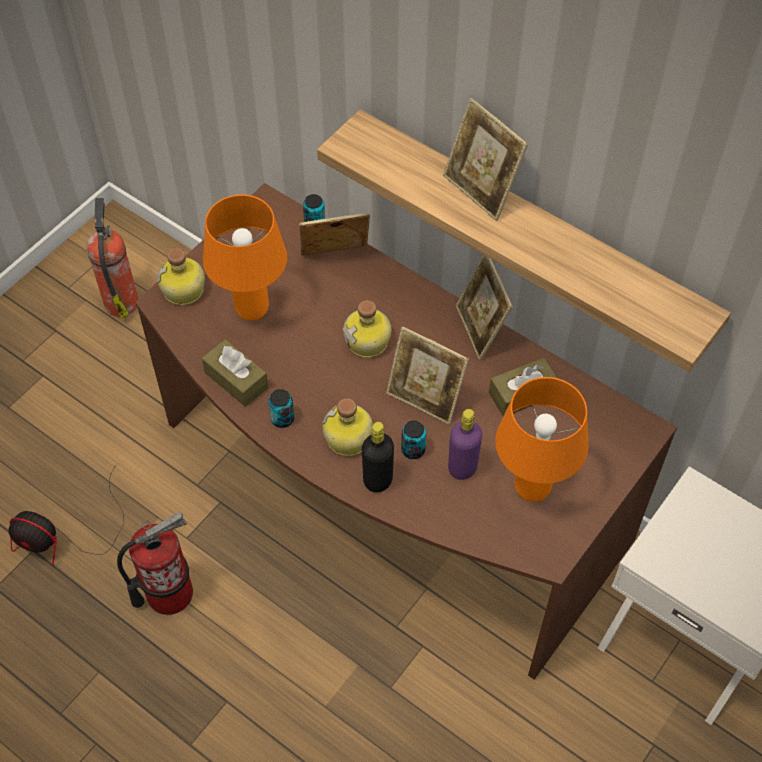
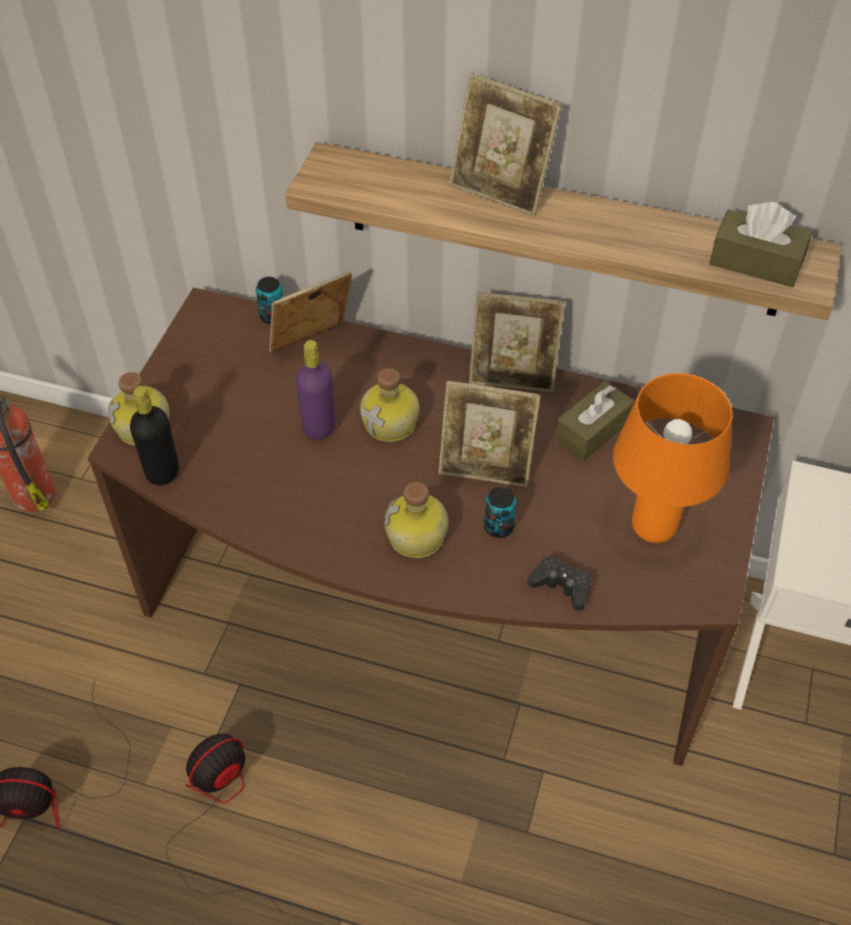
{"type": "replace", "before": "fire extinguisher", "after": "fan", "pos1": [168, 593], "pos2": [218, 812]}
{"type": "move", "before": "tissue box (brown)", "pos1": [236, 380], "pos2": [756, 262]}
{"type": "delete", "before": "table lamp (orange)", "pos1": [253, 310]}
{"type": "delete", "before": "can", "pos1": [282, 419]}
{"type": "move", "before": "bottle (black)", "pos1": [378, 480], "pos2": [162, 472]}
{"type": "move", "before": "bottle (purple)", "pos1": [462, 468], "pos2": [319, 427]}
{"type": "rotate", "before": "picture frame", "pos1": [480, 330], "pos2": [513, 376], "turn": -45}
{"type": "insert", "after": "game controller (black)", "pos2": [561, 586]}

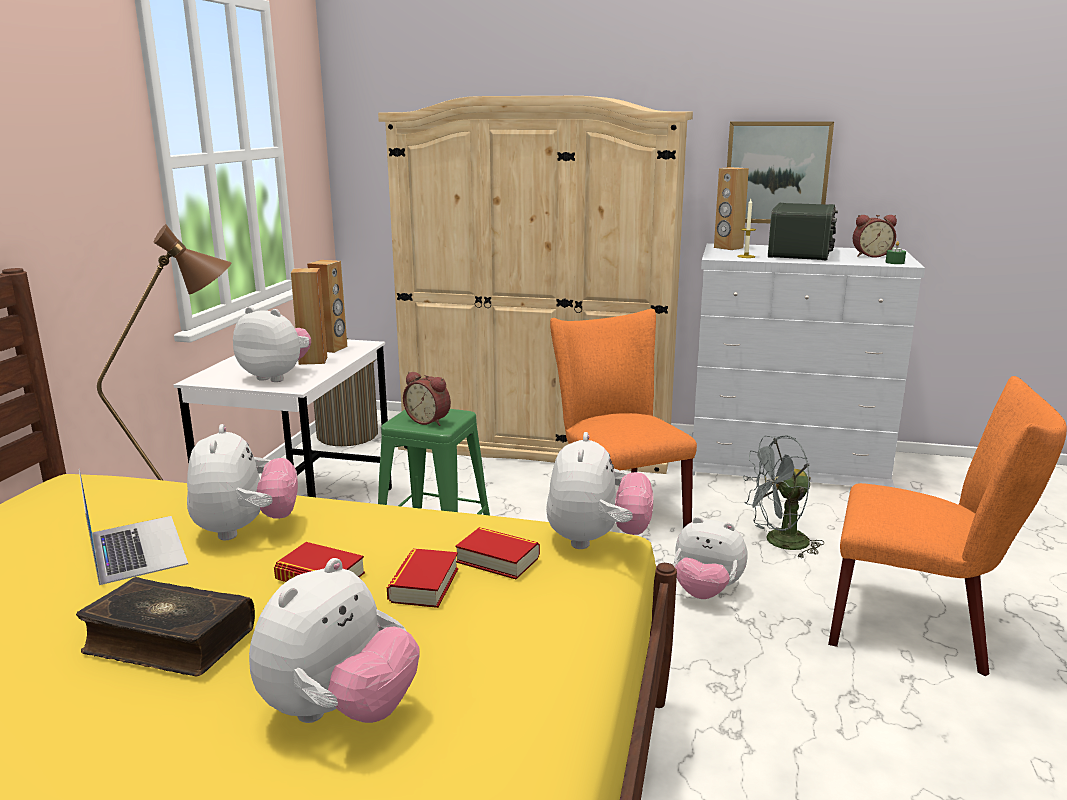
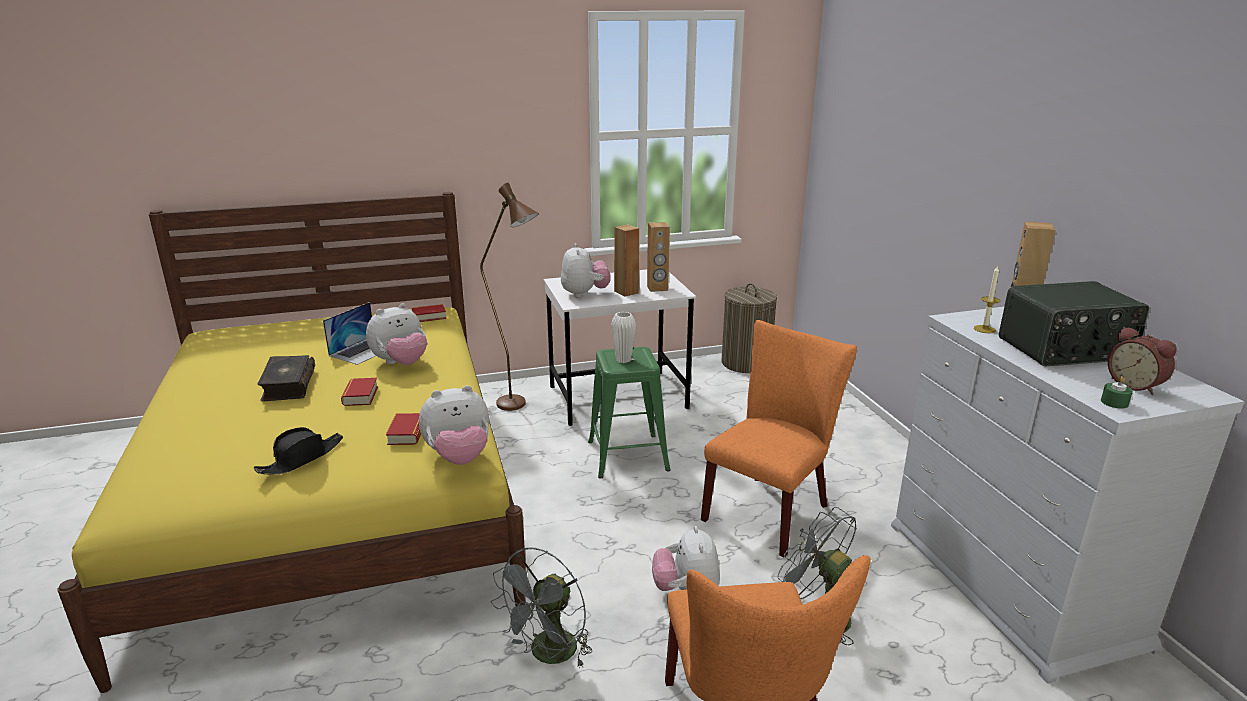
{"type": "delete", "before": "plush toy", "pos1": [339, 712]}
{"type": "delete", "before": "wardrobe (beige)", "pos1": [539, 442]}
{"type": "move", "before": "book", "pos1": [424, 585], "pos2": [429, 316]}
{"type": "replace", "before": "alarm clock", "after": "vase (white)", "pos1": [429, 420], "pos2": [623, 360]}
{"type": "delete", "before": "picture", "pos1": [776, 172]}
{"type": "insert", "after": "hat (black)", "pos2": [301, 458]}
{"type": "insert", "after": "fan (grey)", "pos2": [548, 655]}

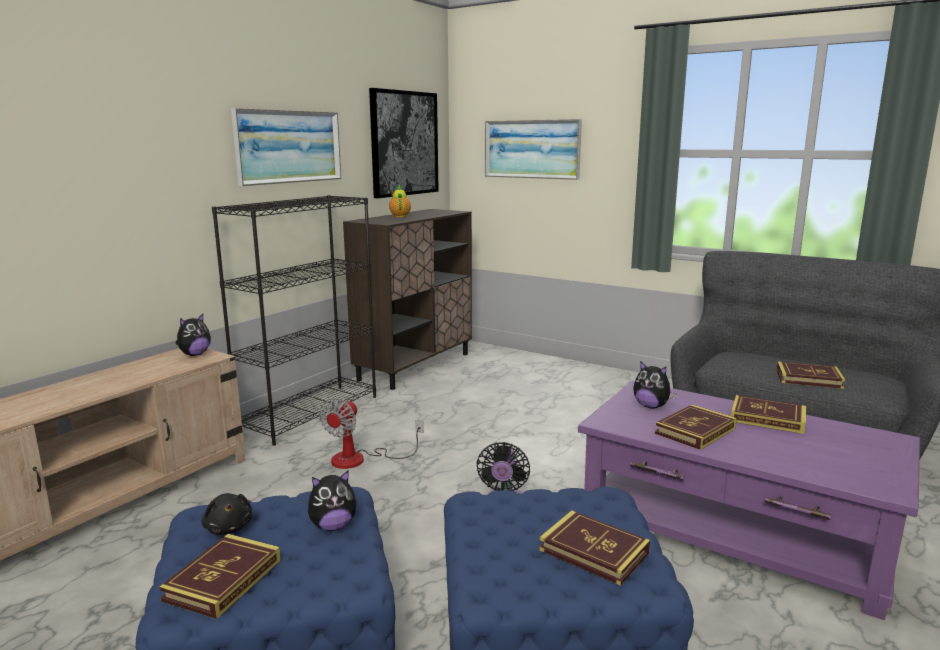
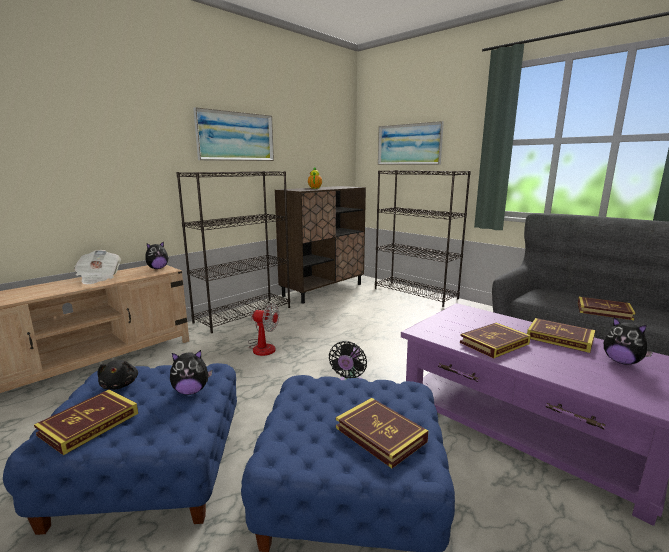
{"type": "rotate", "before": "fan", "pos1": [360, 459], "pos2": [262, 346], "turn": -105}
{"type": "delete", "before": "picture", "pos1": [404, 143]}
{"type": "move", "before": "plush toy", "pos1": [651, 406], "pos2": [622, 362]}
{"type": "insert", "after": "newspaper", "pos2": [98, 278]}
{"type": "insert", "after": "bookcase (black)", "pos2": [415, 294]}

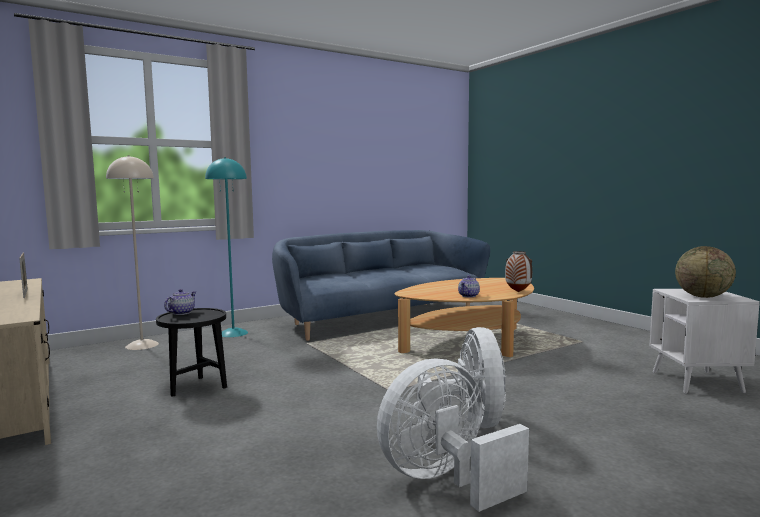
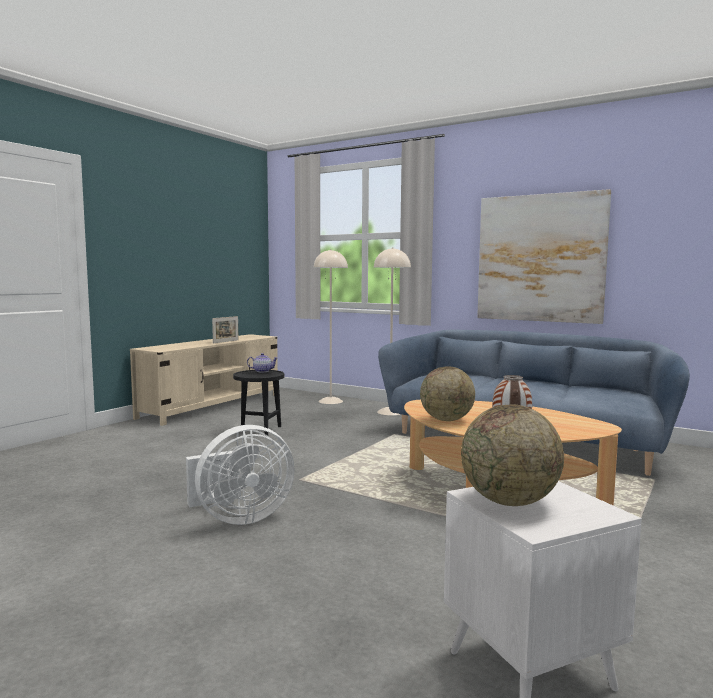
{"type": "recolor", "before": "floor lamp (turquoise)", "after": "floor lamp (beige)", "pos1": [233, 333], "pos2": [390, 412]}
{"type": "delete", "before": "fan (white)", "pos1": [444, 480]}
{"type": "replace", "before": "teapot", "after": "globe", "pos1": [469, 296], "pos2": [446, 420]}
{"type": "insert", "after": "picture", "pos2": [540, 258]}

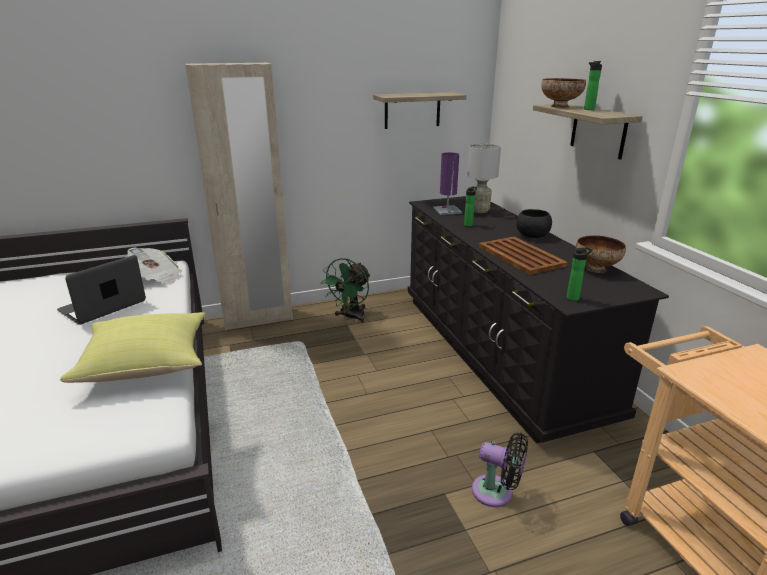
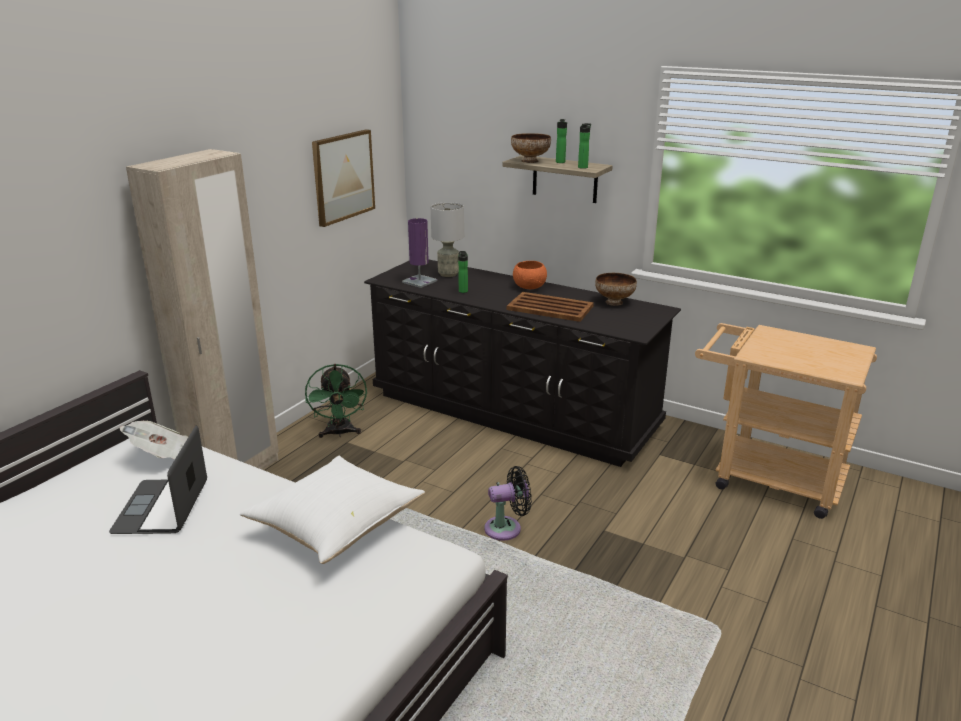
{"type": "recolor", "before": "pillow (yellow)", "after": "pillow (white)", "pos1": [148, 364], "pos2": [336, 526]}
{"type": "replace", "before": "shelf", "after": "picture", "pos1": [412, 110], "pos2": [343, 176]}
{"type": "move", "before": "fan (black)", "pos1": [496, 493], "pos2": [507, 528]}
{"type": "recolor", "before": "bowl (black)", "after": "bowl (orange)", "pos1": [532, 236], "pos2": [529, 287]}
{"type": "move", "before": "bottle", "pos1": [574, 298], "pos2": [583, 167]}

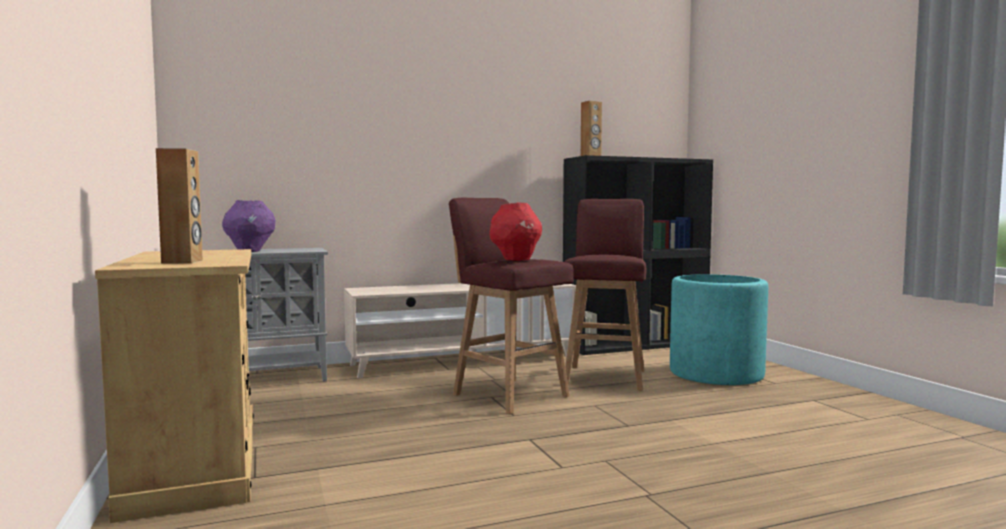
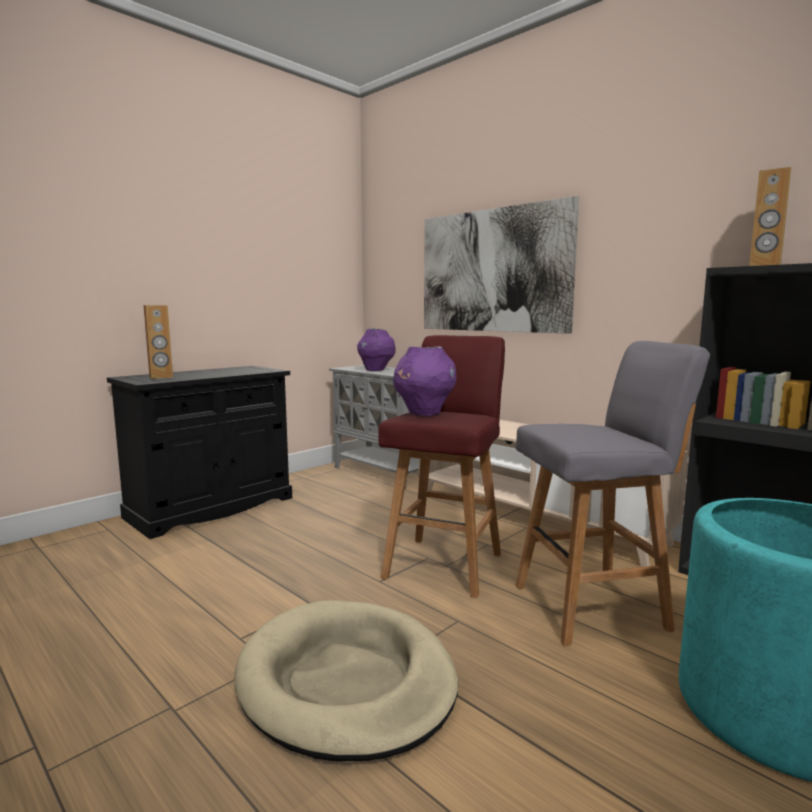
{"type": "recolor", "before": "cabinet (beige)", "after": "cabinet (black)", "pos1": [196, 462], "pos2": [211, 507]}
{"type": "recolor", "before": "vase (red)", "after": "vase (purple)", "pos1": [516, 260], "pos2": [424, 413]}
{"type": "recolor", "before": "stool (red)", "after": "stool (grey)", "pos1": [605, 377], "pos2": [593, 607]}
{"type": "insert", "after": "dog bed (beige)", "pos2": [346, 681]}
{"type": "insert", "after": "picture", "pos2": [493, 271]}

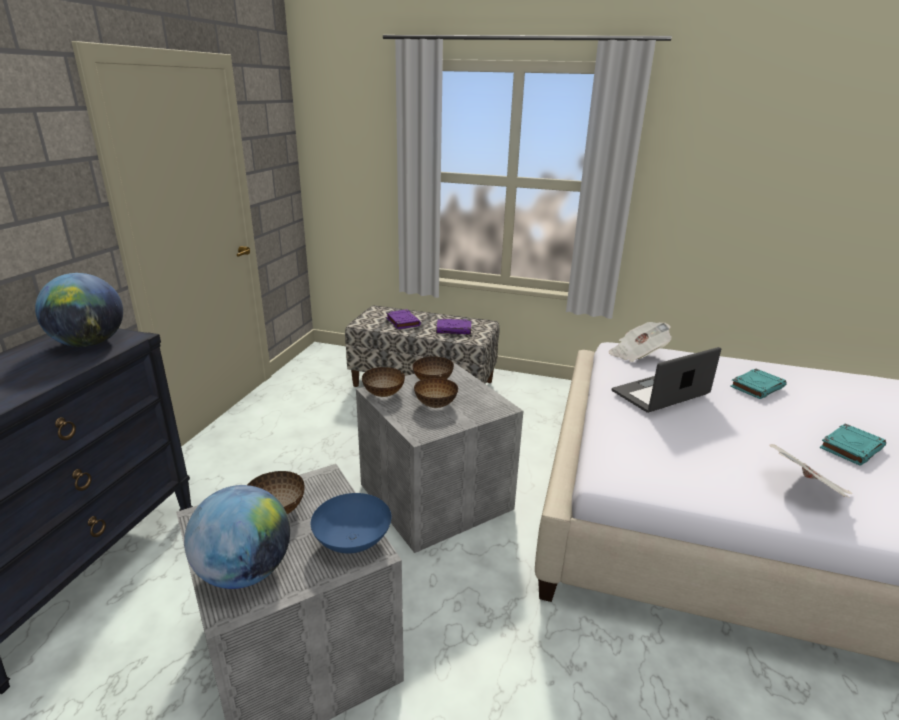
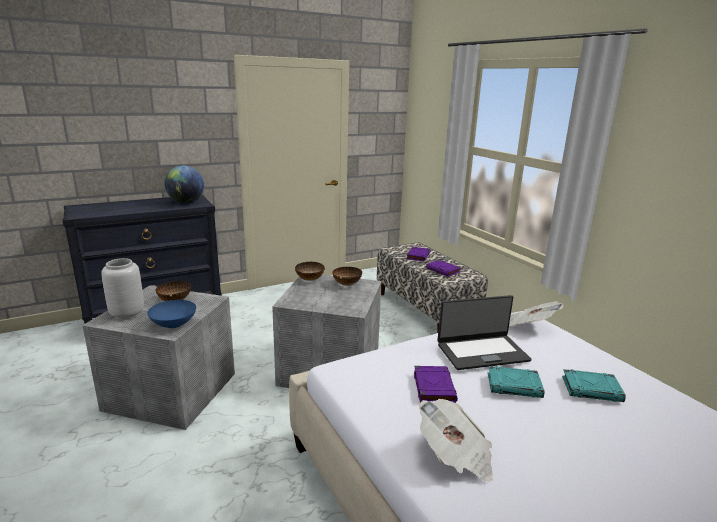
{"type": "replace", "before": "globe", "after": "vase (grey)", "pos1": [245, 572], "pos2": [127, 313]}
{"type": "delete", "before": "bowl", "pos1": [436, 404]}
{"type": "rotate", "before": "laptop", "pos1": [661, 394], "pos2": [482, 352], "turn": 150}
{"type": "move", "before": "book (turquoise)", "pos1": [851, 448], "pos2": [514, 385]}
{"type": "insert", "after": "book (purple)", "pos2": [433, 387]}

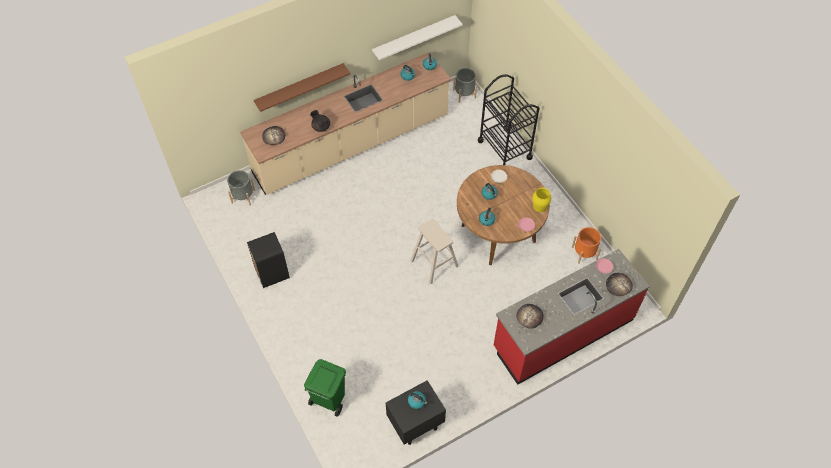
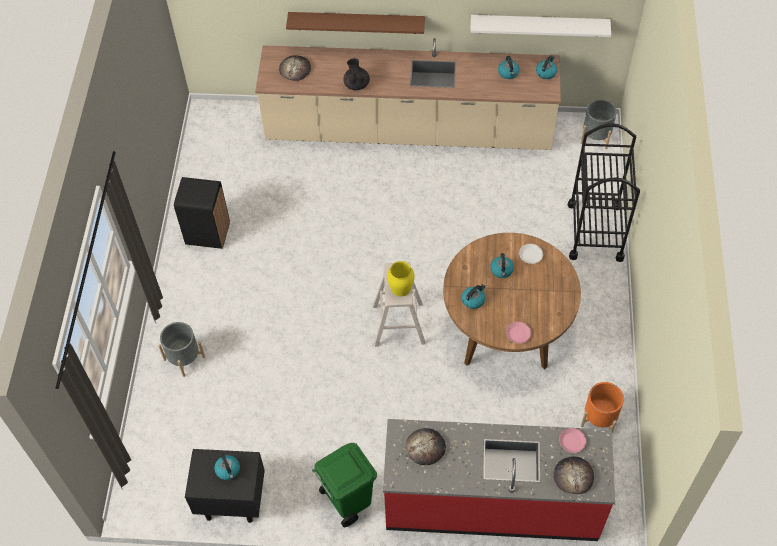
{"type": "move", "before": "planter (grey)", "pos1": [243, 196], "pos2": [184, 358]}
{"type": "move", "before": "trash can (green)", "pos1": [328, 400], "pos2": [347, 500]}
{"type": "move", "before": "vase (yellow)", "pos1": [540, 206], "pos2": [401, 288]}

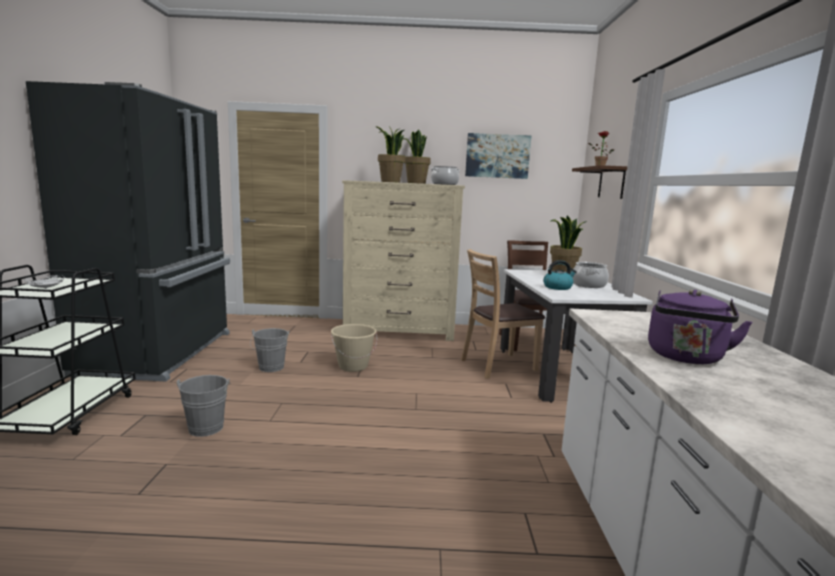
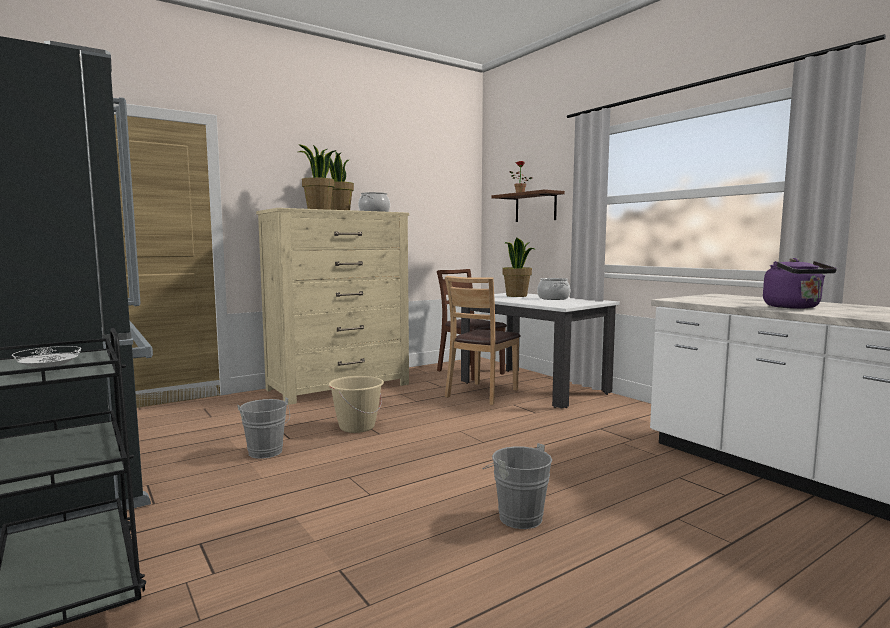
{"type": "move", "before": "bucket (grey)", "pos1": [207, 426], "pos2": [516, 516]}
{"type": "delete", "before": "picture", "pos1": [497, 156]}
{"type": "delete", "before": "kettle", "pos1": [558, 287]}

